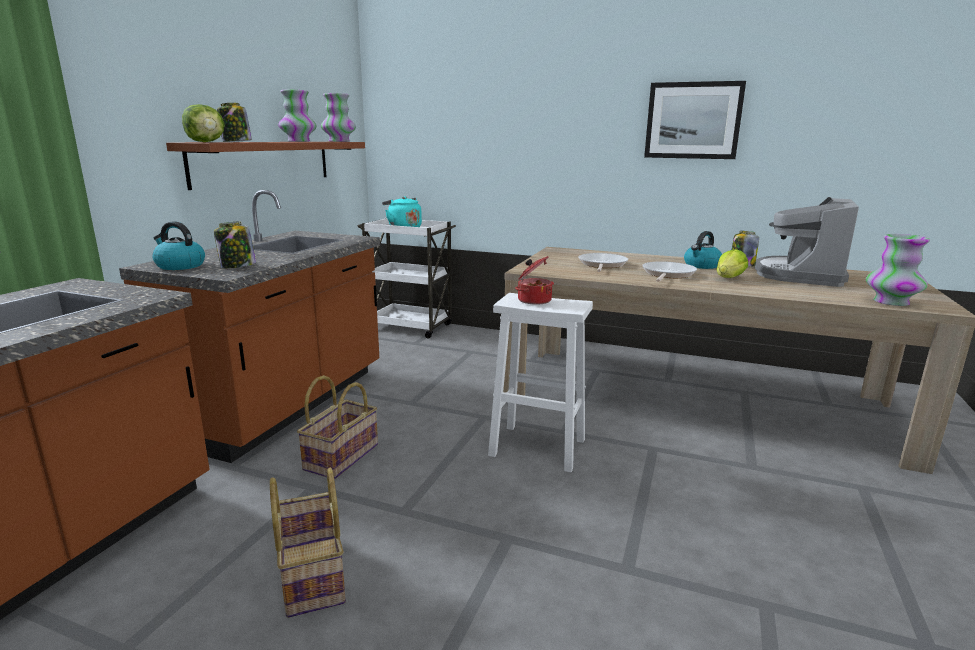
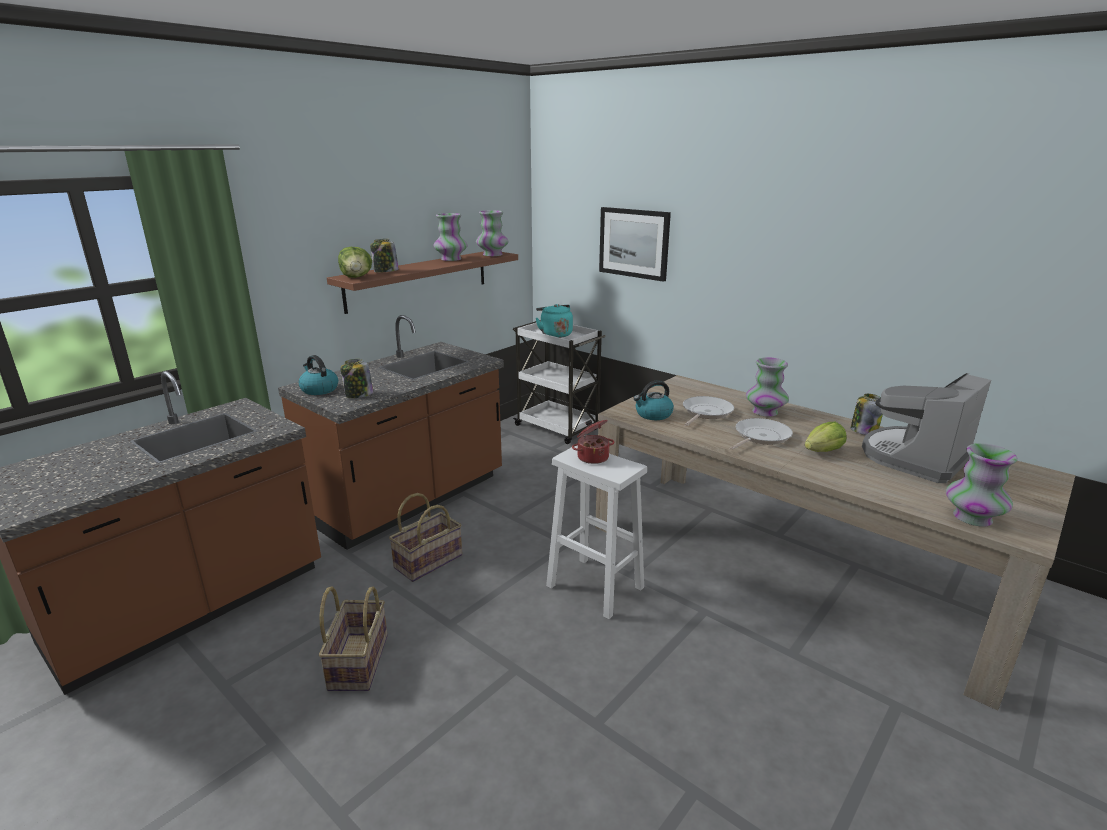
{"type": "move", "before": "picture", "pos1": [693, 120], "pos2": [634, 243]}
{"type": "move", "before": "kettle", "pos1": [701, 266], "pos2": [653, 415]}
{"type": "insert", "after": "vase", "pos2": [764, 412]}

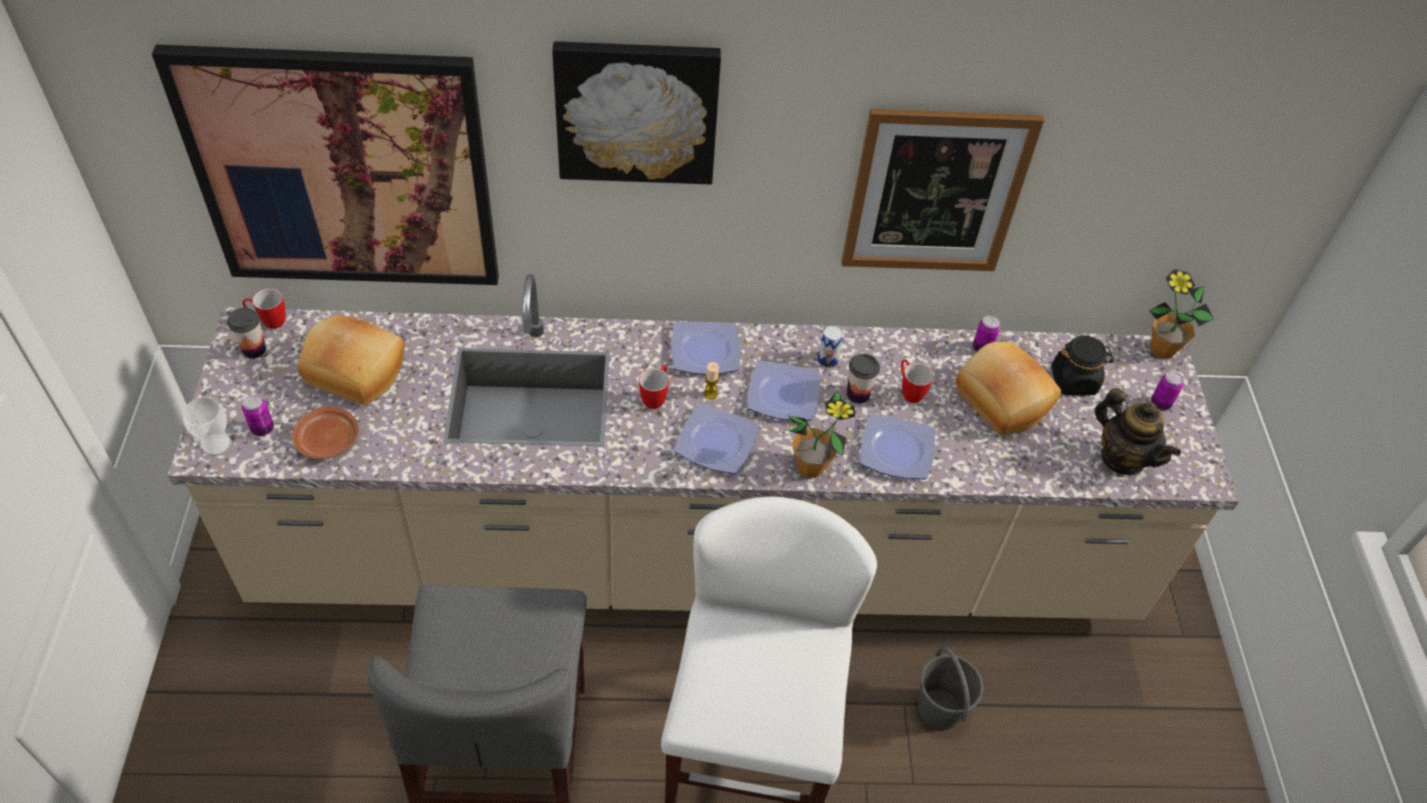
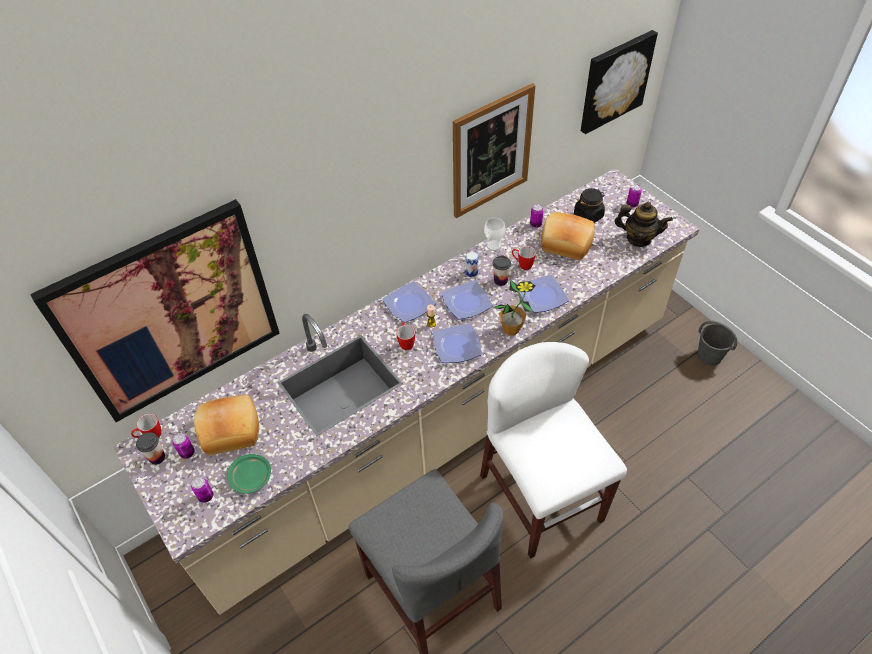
{"type": "move", "before": "cup", "pos1": [216, 445], "pos2": [494, 245]}
{"type": "recolor", "before": "plate (brown)", "after": "plate (green)", "pos1": [328, 441], "pos2": [251, 477]}
{"type": "move", "before": "picture", "pos1": [637, 110], "pos2": [614, 81]}
{"type": "move", "before": "bucket (grey)", "pos1": [940, 710], "pos2": [709, 356]}
{"type": "delete", "before": "potted plant", "pos1": [1162, 349]}
{"type": "insert", "after": "can", "pos2": [187, 453]}

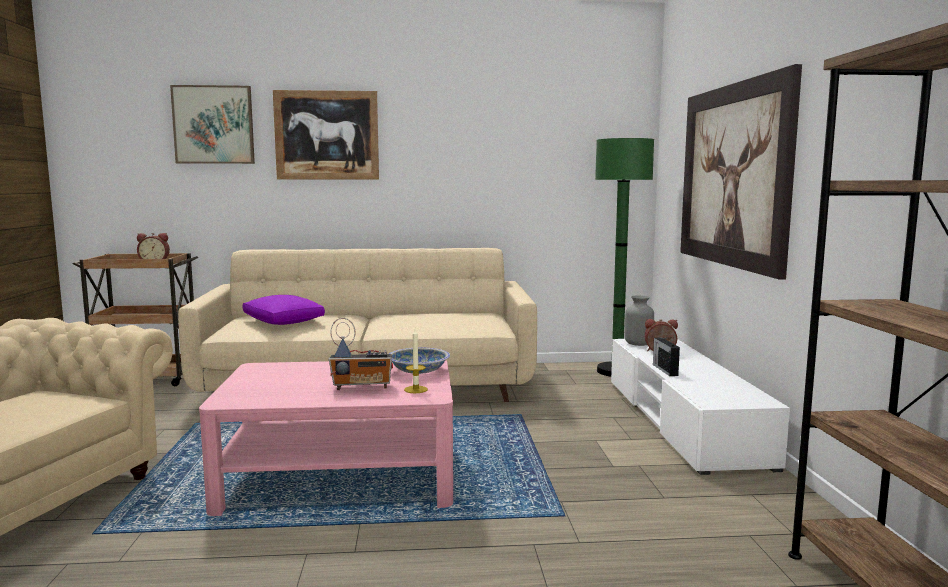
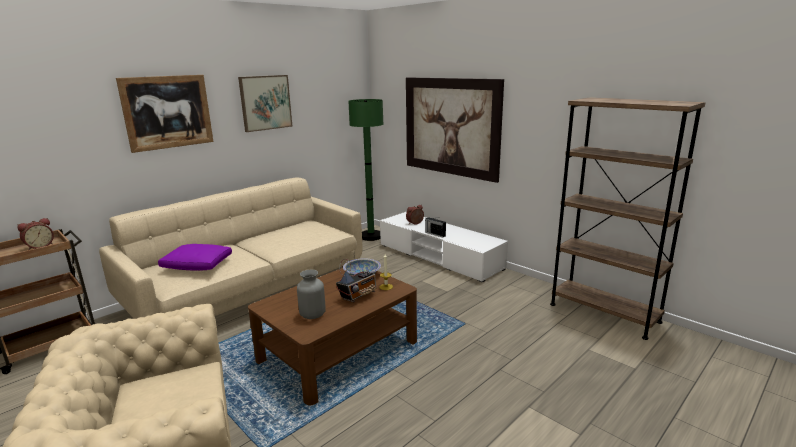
{"type": "move", "before": "picture", "pos1": [214, 125], "pos2": [265, 102]}
{"type": "recolor", "before": "coffee table (pink)", "after": "coffee table (brown)", "pos1": [340, 475], "pos2": [338, 350]}
{"type": "move", "before": "vase (grey)", "pos1": [638, 344], "pos2": [312, 314]}

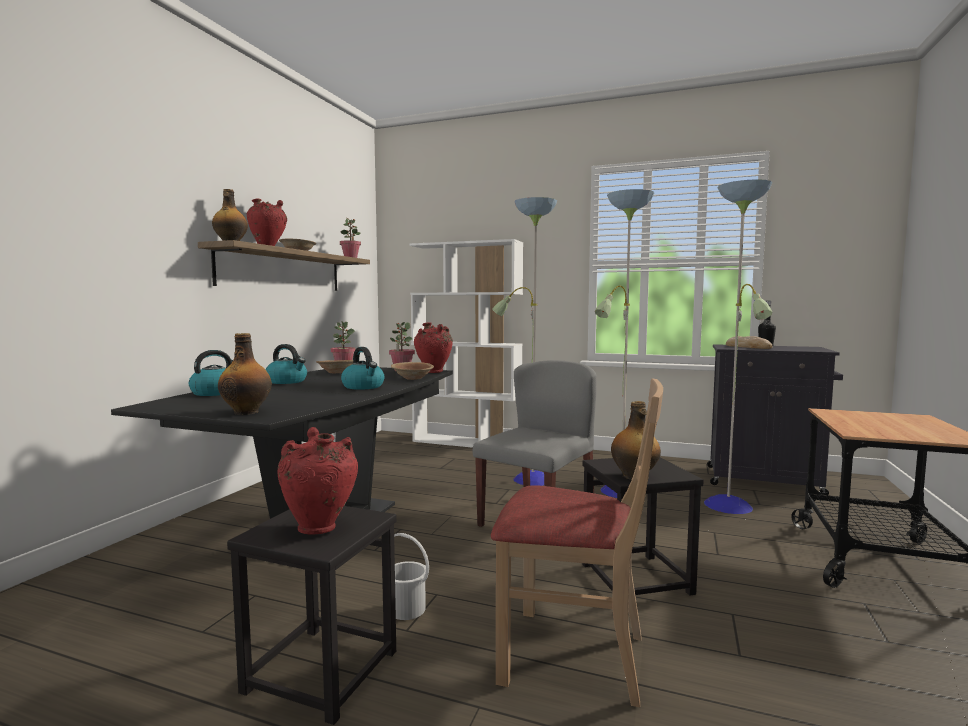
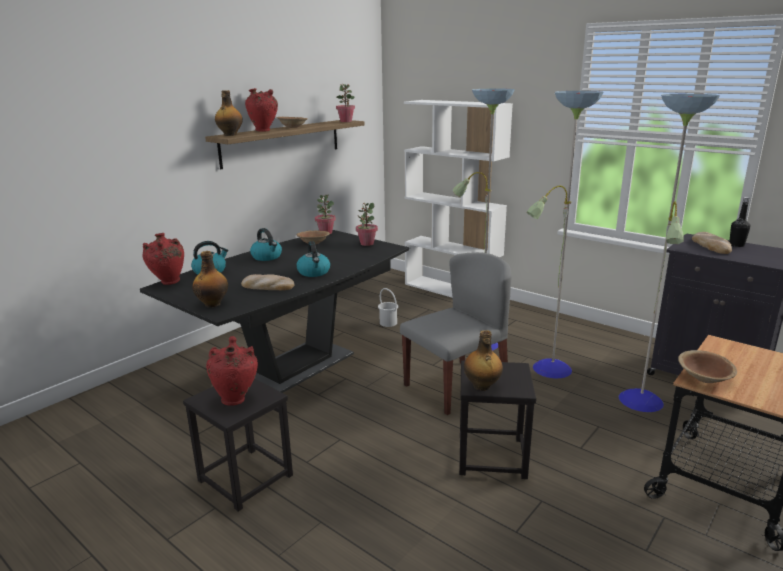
{"type": "move", "before": "bowl (brown)", "pos1": [412, 378], "pos2": [704, 378]}
{"type": "move", "before": "bucket (white)", "pos1": [406, 609], "pos2": [388, 323]}
{"type": "move", "before": "vase (red)", "pos1": [433, 372], "pos2": [168, 283]}
{"type": "delete", "before": "chair (beige)", "pos1": [573, 655]}
{"type": "insert", "after": "bread", "pos2": [267, 286]}

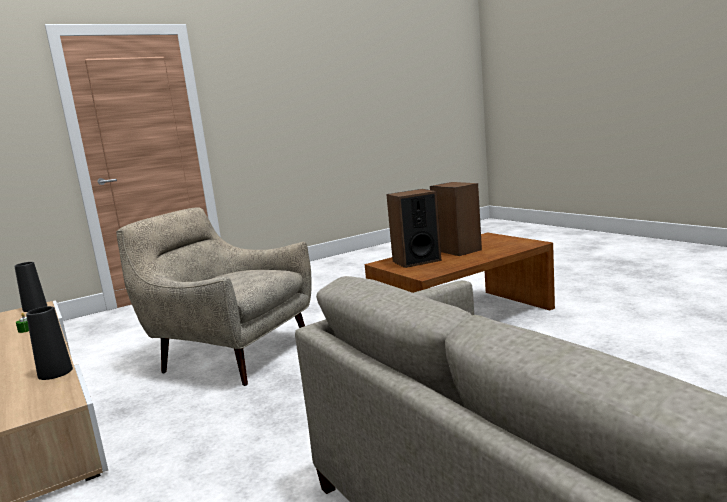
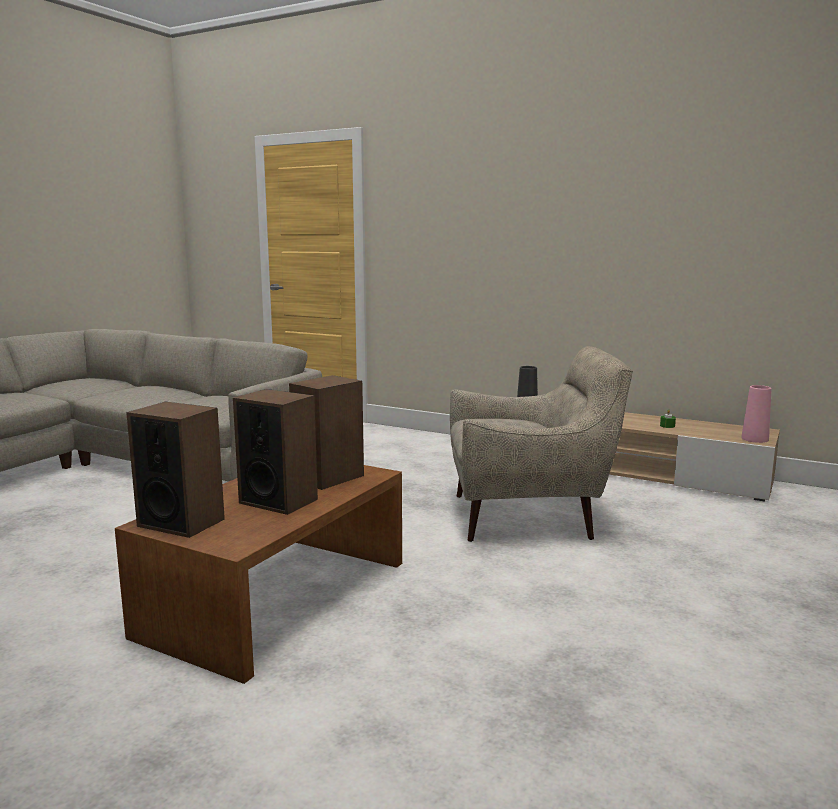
{"type": "recolor", "before": "vase (black)", "after": "vase (pink)", "pos1": [35, 308], "pos2": [755, 439]}
{"type": "insert", "after": "speaker", "pos2": [181, 522]}

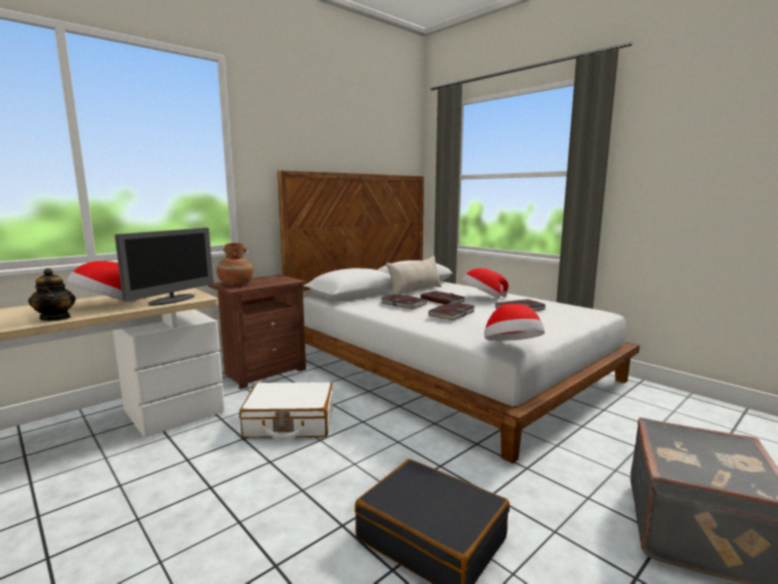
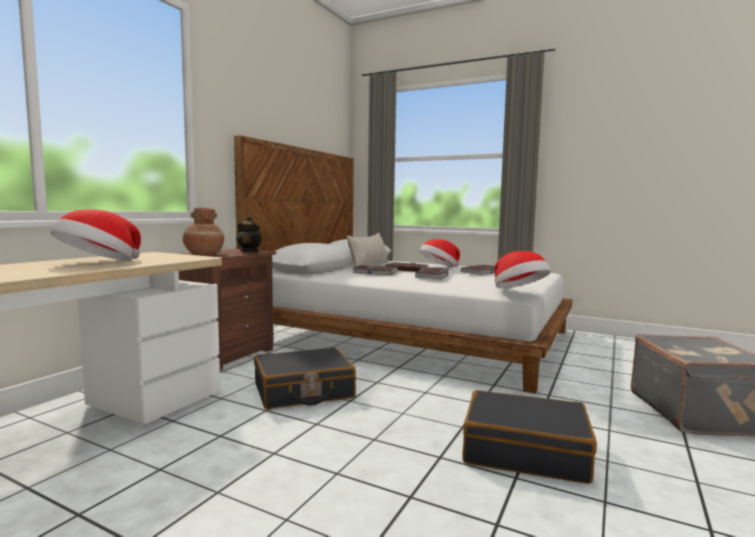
{"type": "move", "before": "teapot", "pos1": [56, 318], "pos2": [249, 252]}
{"type": "delete", "before": "monitor", "pos1": [172, 300]}
{"type": "recolor", "before": "suitcase (white)", "after": "suitcase (black)", "pos1": [290, 422], "pos2": [303, 391]}

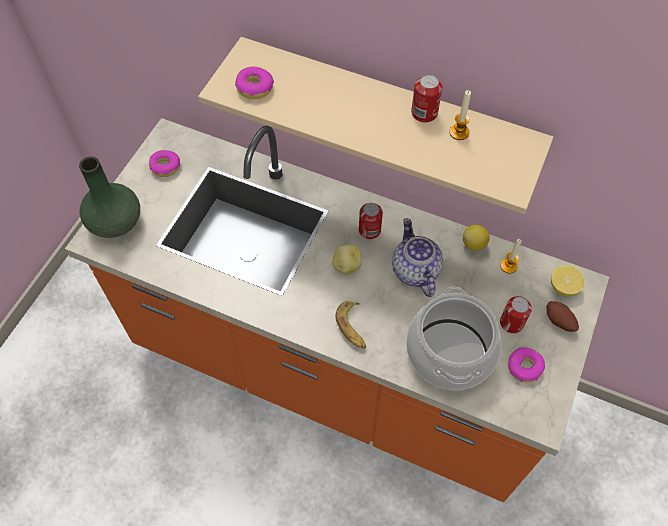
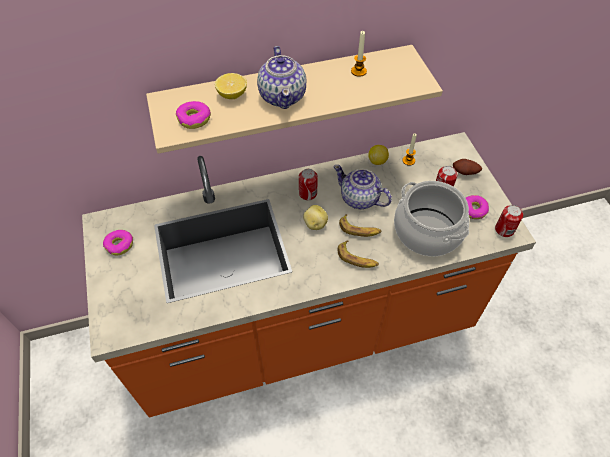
{"type": "delete", "before": "vase (green)", "pos1": [116, 222]}
{"type": "move", "before": "can", "pos1": [424, 113], "pos2": [504, 229]}
{"type": "move", "before": "lemon", "pos1": [563, 287], "pos2": [232, 95]}
{"type": "insert", "after": "teapot", "pos2": [283, 96]}
{"type": "insert", "after": "banana", "pos2": [359, 229]}

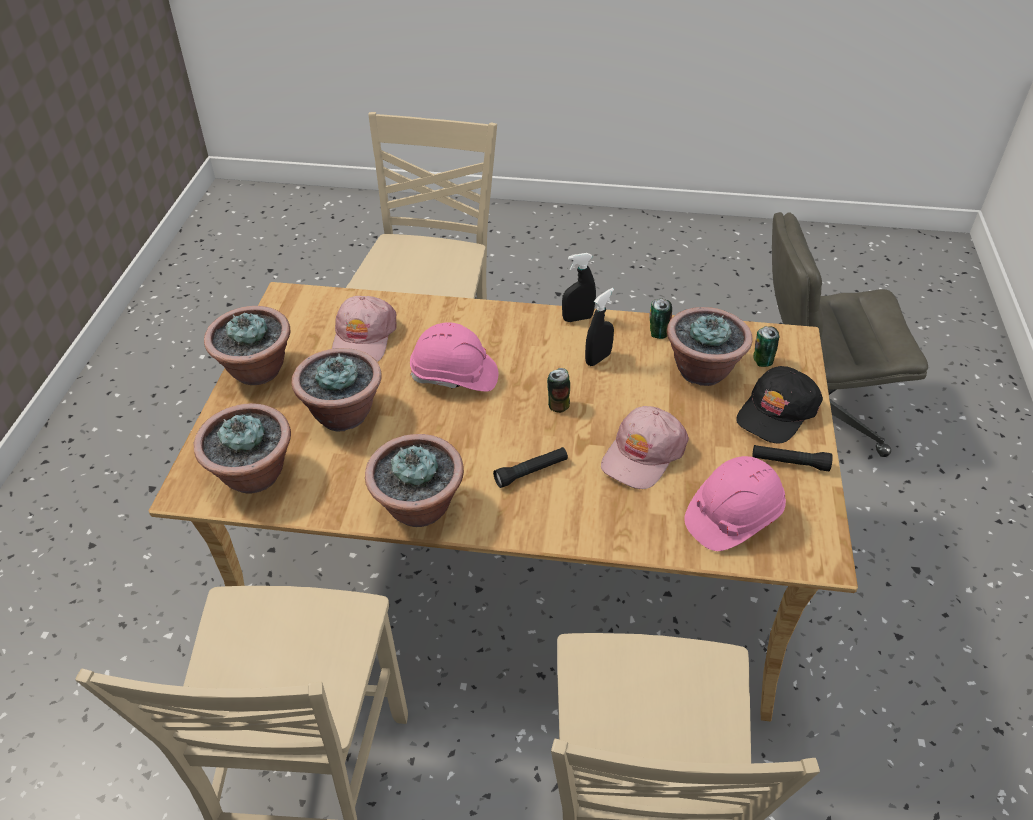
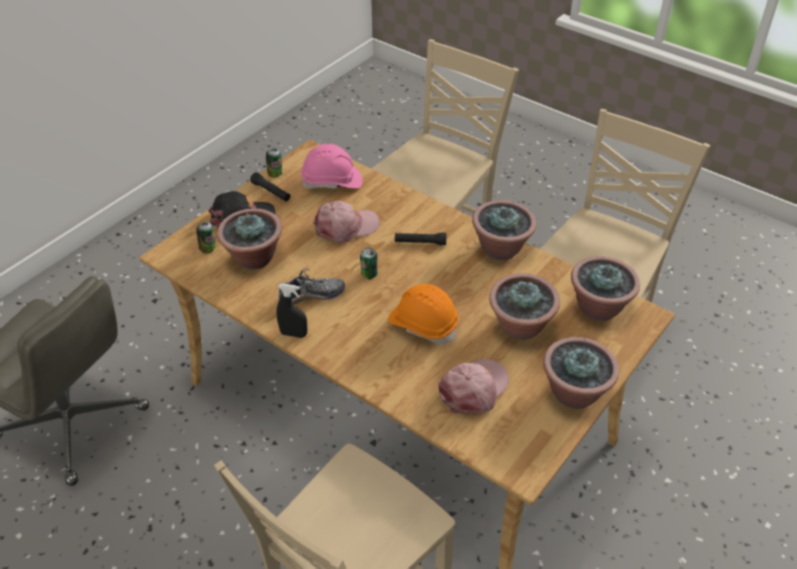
{"type": "recolor", "before": "hard hat (pink)", "after": "hard hat (orange)", "pos1": [454, 376], "pos2": [423, 324]}
{"type": "replace", "before": "spray bottle (black)", "after": "shoe", "pos1": [598, 359], "pos2": [311, 295]}
{"type": "move", "before": "can", "pos1": [658, 333], "pos2": [275, 174]}

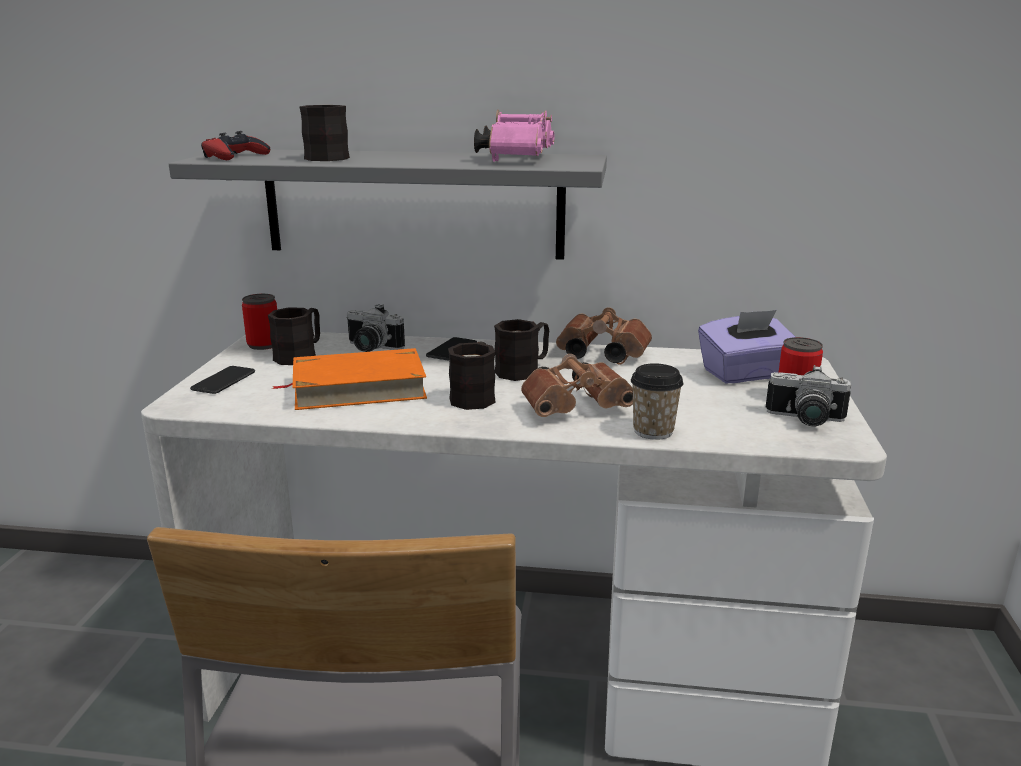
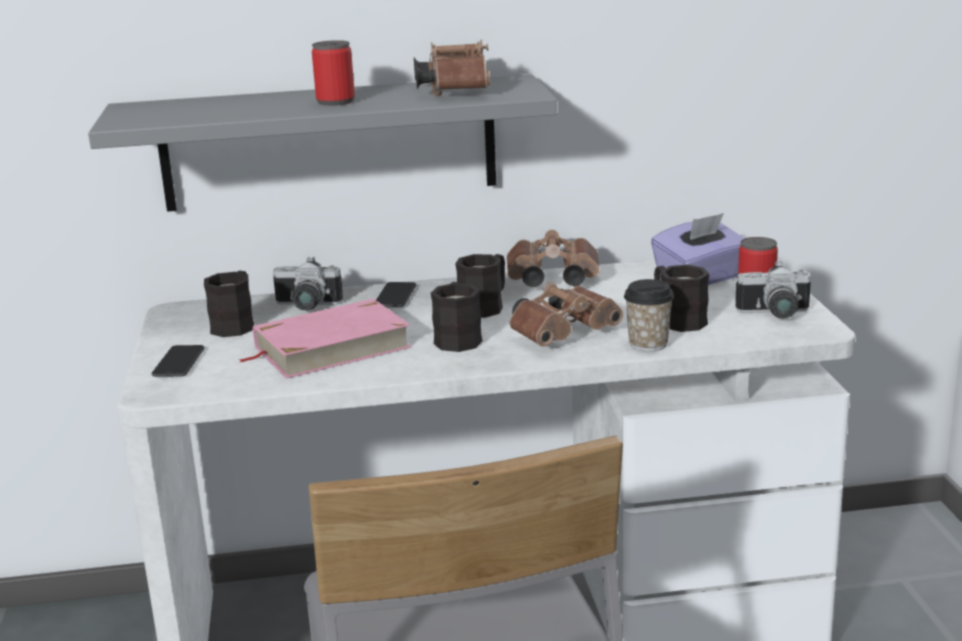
{"type": "delete", "before": "game controller (red)", "pos1": [235, 156]}
{"type": "move", "before": "can", "pos1": [264, 345], "pos2": [335, 102]}
{"type": "recolor", "before": "book (orange)", "after": "book (pink)", "pos1": [358, 387], "pos2": [331, 347]}
{"type": "move", "before": "mug (black)", "pos1": [326, 157], "pos2": [676, 319]}
{"type": "recolor", "before": "binoculars (pink)", "after": "binoculars (brown)", "pos1": [517, 159], "pos2": [454, 89]}

